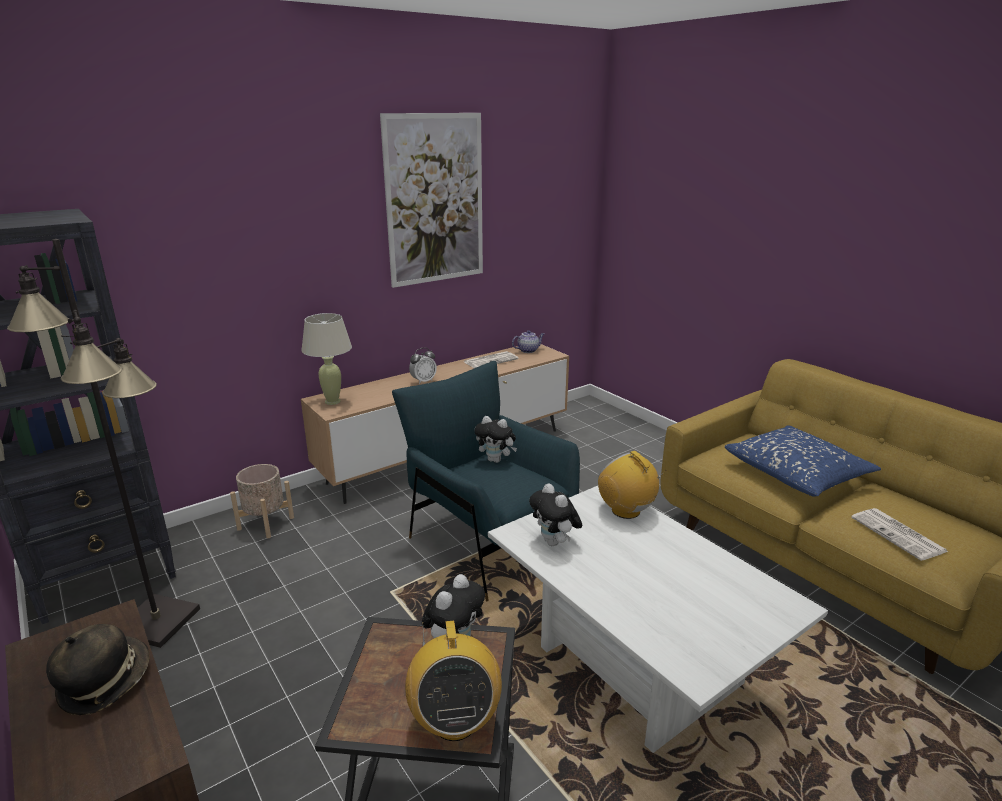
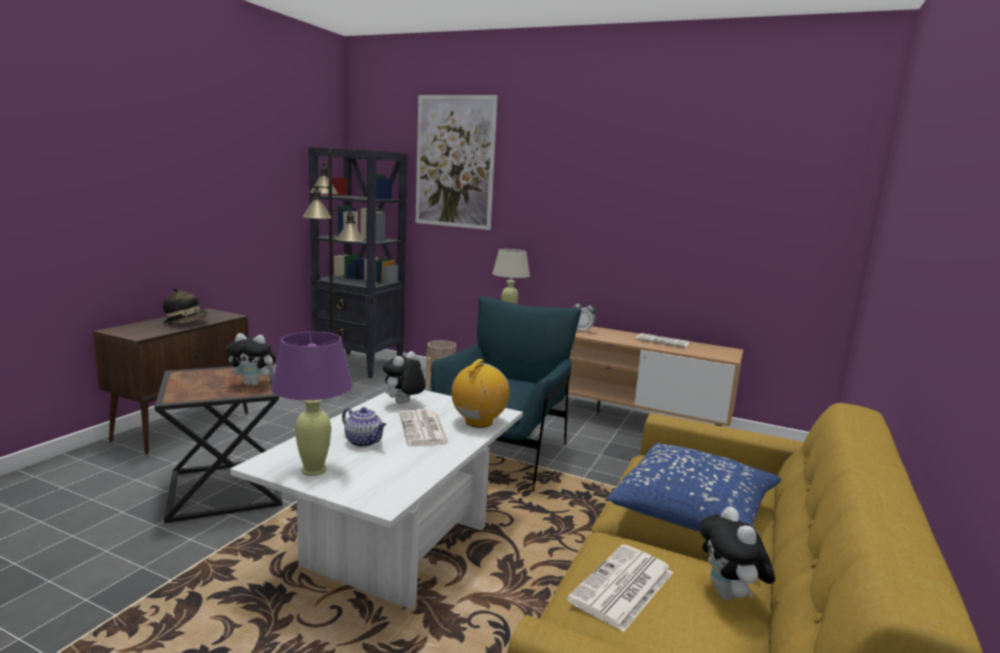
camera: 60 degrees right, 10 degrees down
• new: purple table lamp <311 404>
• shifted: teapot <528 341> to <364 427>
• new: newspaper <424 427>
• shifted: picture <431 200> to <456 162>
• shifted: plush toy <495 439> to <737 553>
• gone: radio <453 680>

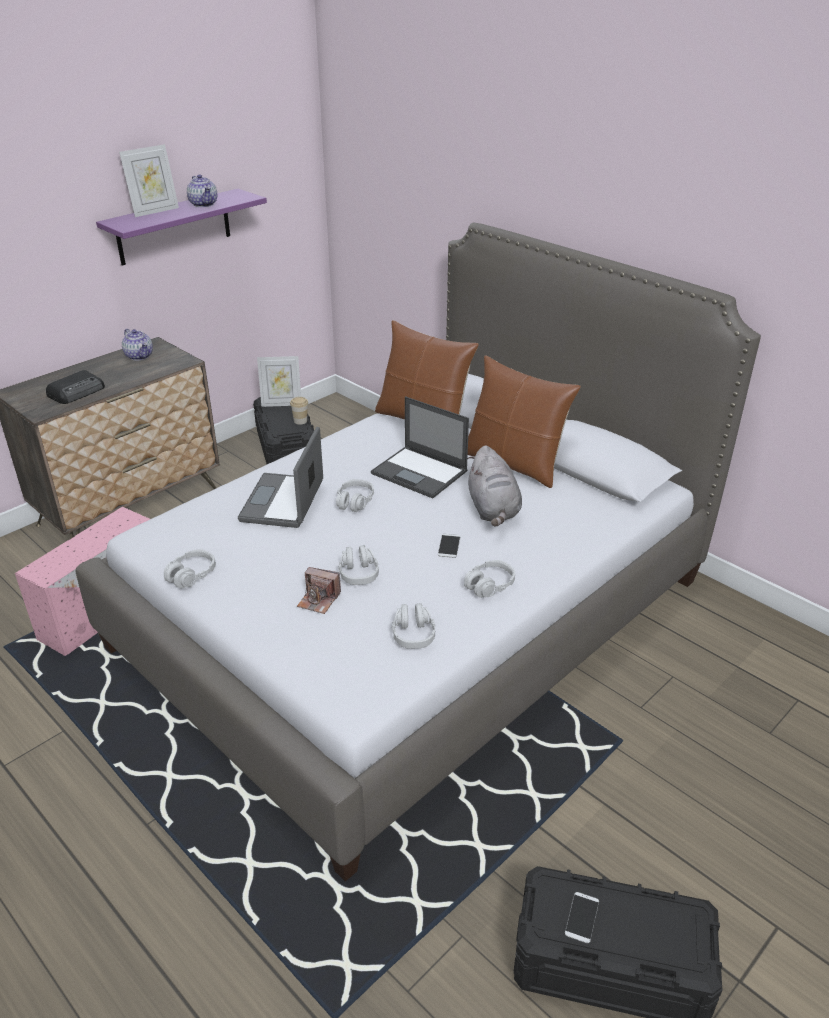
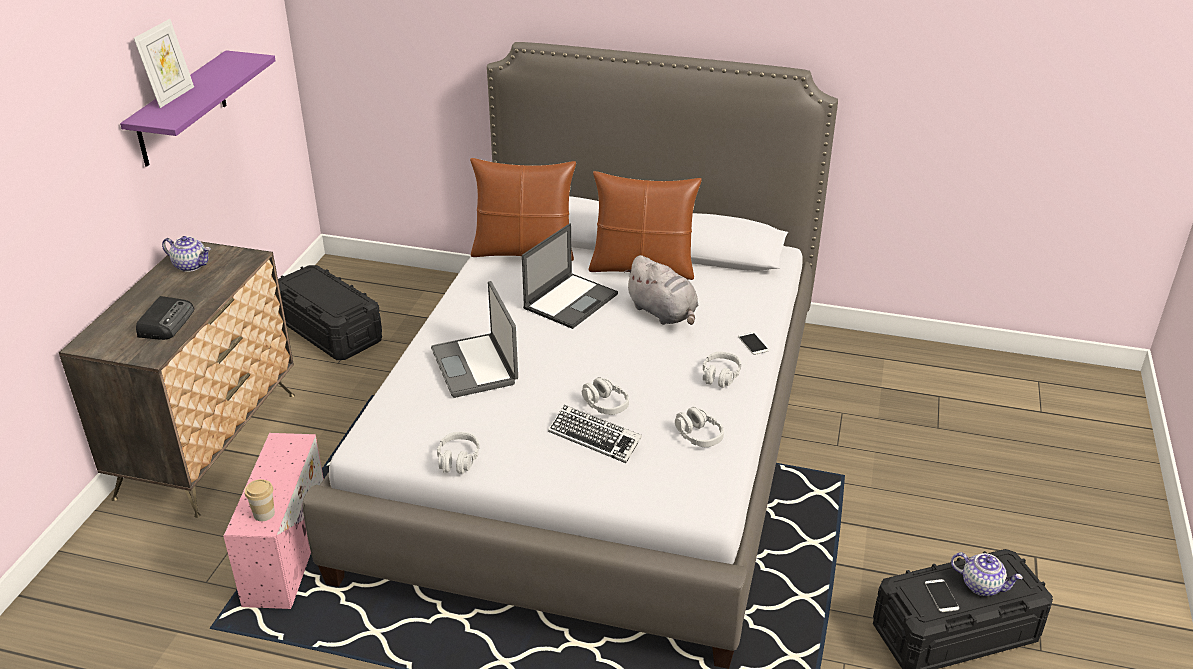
camera: 30 degrees left, 0 degrees up
• shifted: cup <299 411> to <260 500>
• rotated: laptop <420 447> = <570 276> 60 degrees counterclockwise
• swapped: photo camera <319 590> to keyboard <595 434>
• shifted: phone <449 546> to <753 343>
• shifted: teapot <202 190> to <987 574>
• gone: picture frame <279 381>
• gone: grey headphones <355 495>

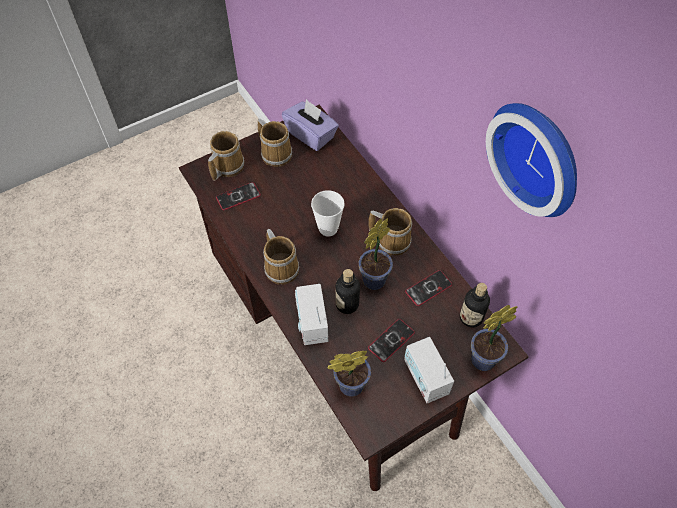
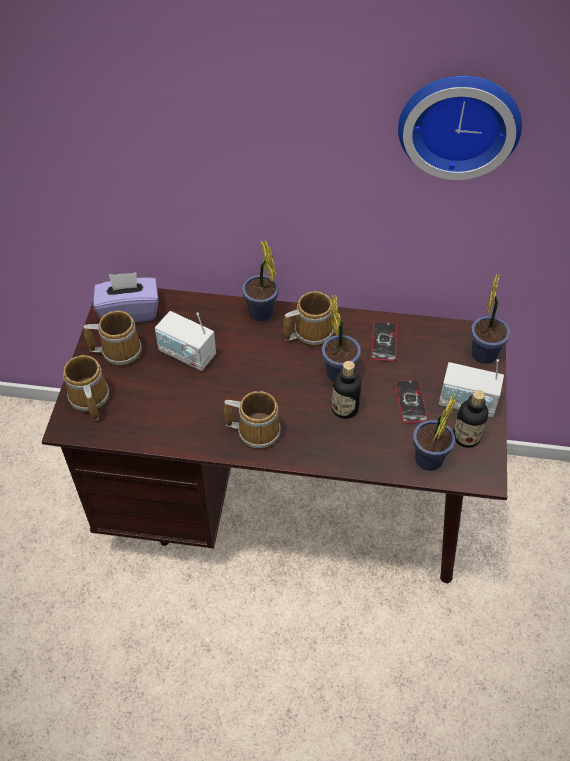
camera: 50 degrees left, 5 degrees down
• shifted: radio <311 314> to <185 341>
• new: potted plant <260 280>
• shifted: bottle <475 305> to <470 419>
• gone: phone <238 196>
• gone: cup <328 213>

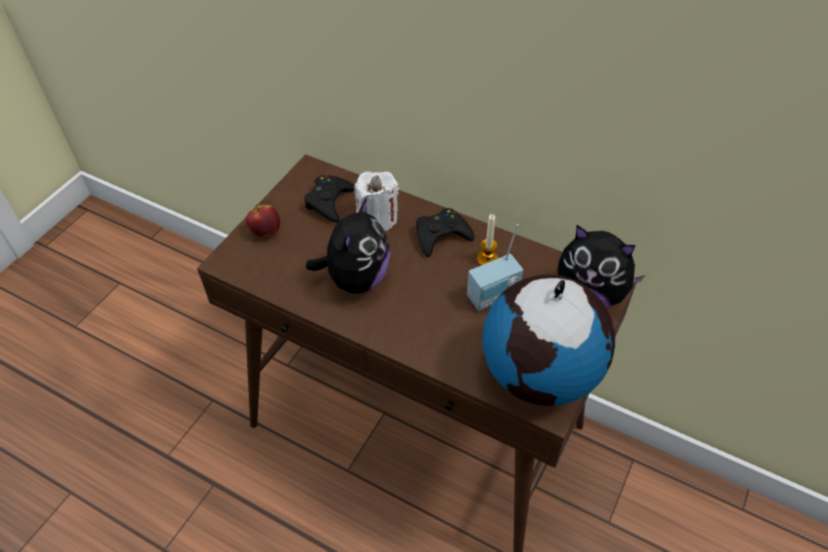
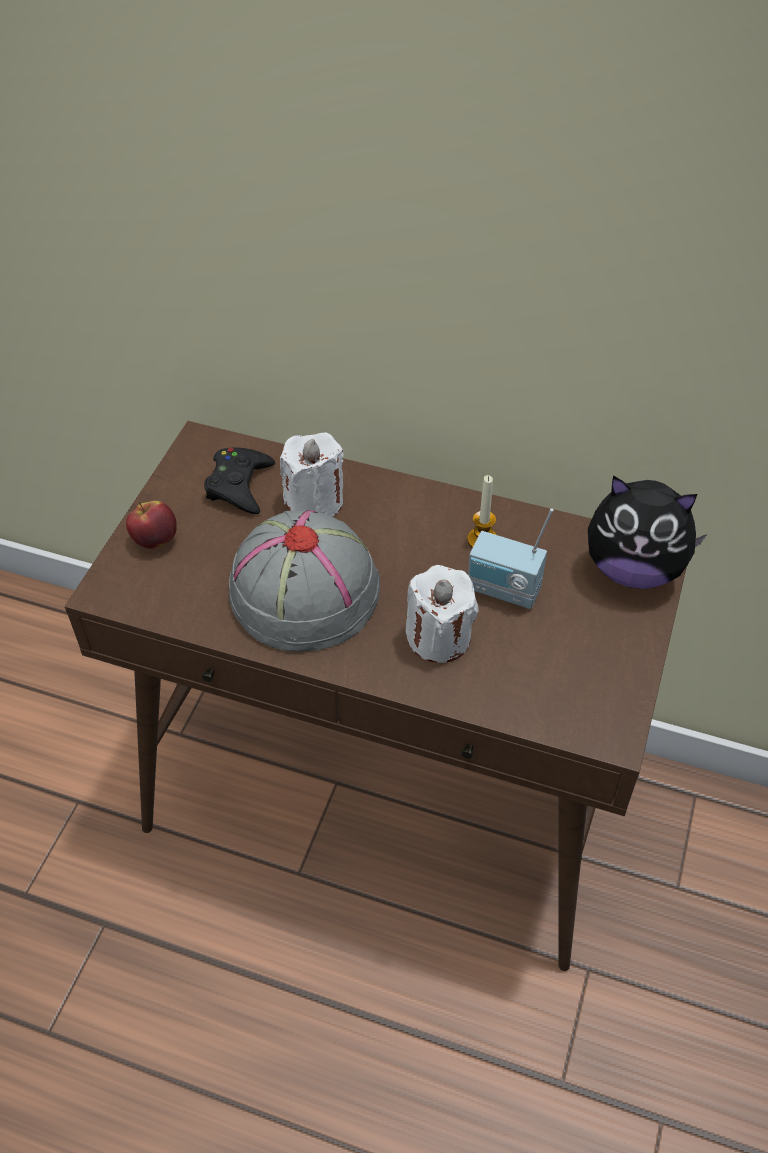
camera: 10 degrees left, 0 degrees up
• swapped: plush toy <348 245> to grey hat <304 581>
• new: white candle <442 614>
• rotated: radio <495 267> = <511 559> 60 degrees clockwise
• gone: black game controller <445 232>
• gone: globe <548 340>

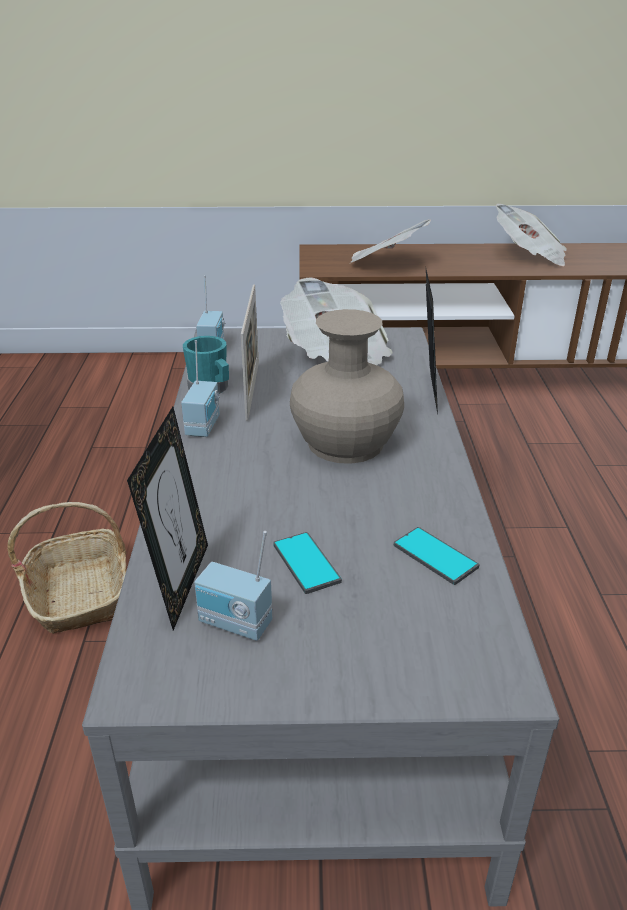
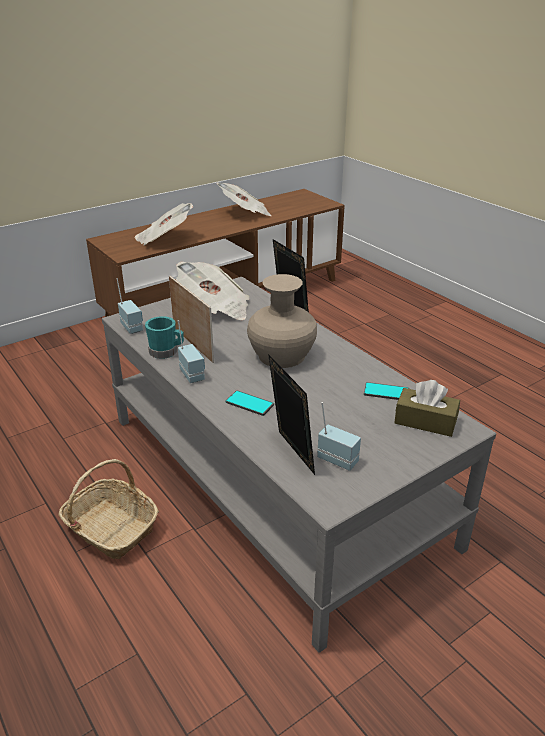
camera: 35 degrees left, 0 degrees up
• shifted: phone <307 563> to <249 403>
• rotated: radio <233 586> = <339 436> 135 degrees counterclockwise
• new: brown tissue box <427 408>

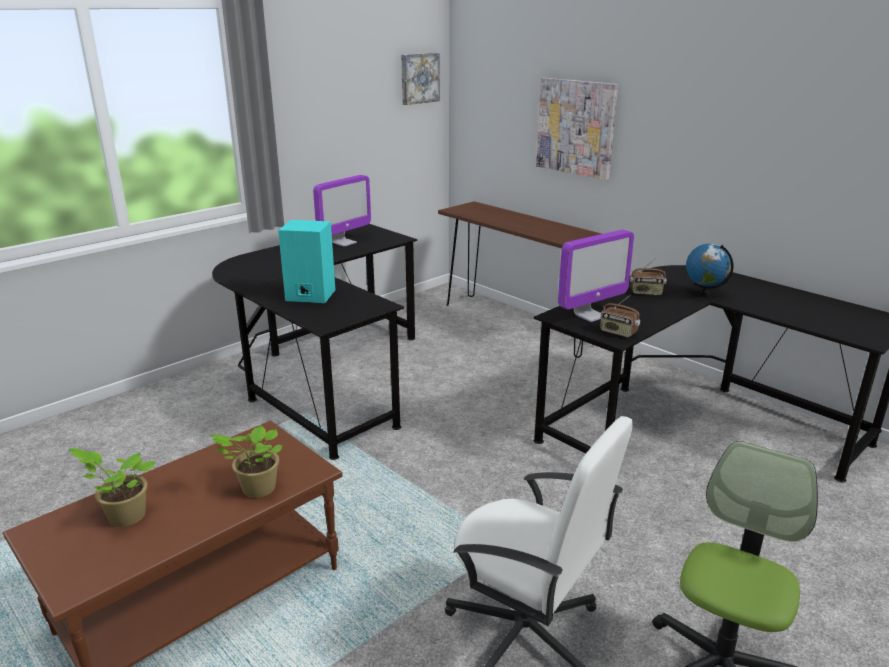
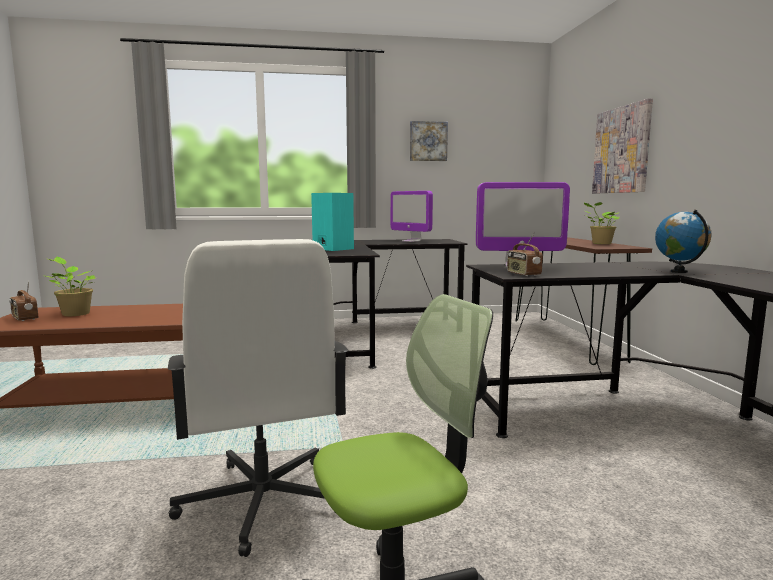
camera: 35 degrees right, 15 degrees down
• shifted: radio <648 276> to <23 300>
• rotated: monitor <342 211> = <411 216> 60 degrees clockwise
• shifted: picture <420 79> to <429 141>
• shifted: potted plant <246 461> to <601 223>

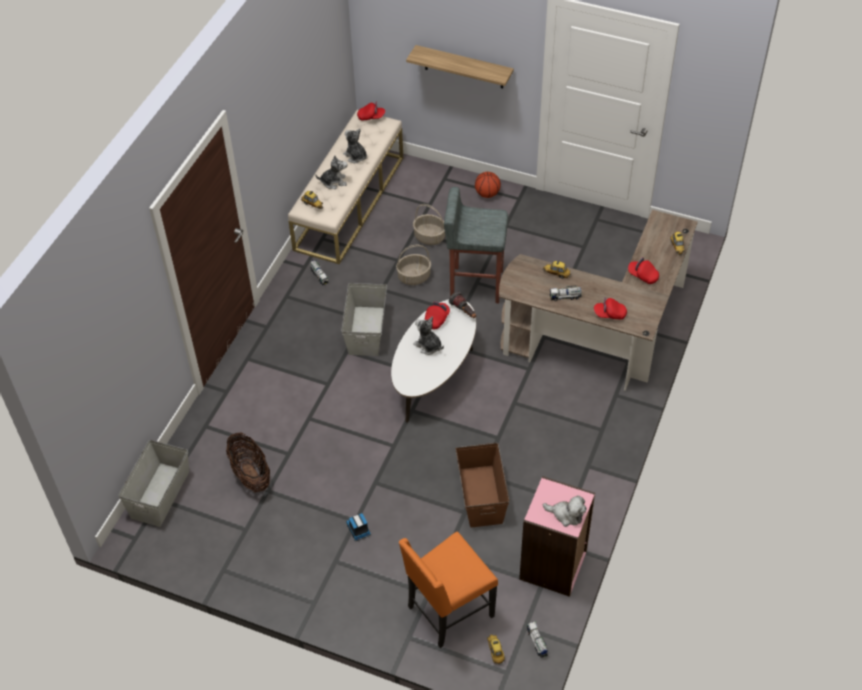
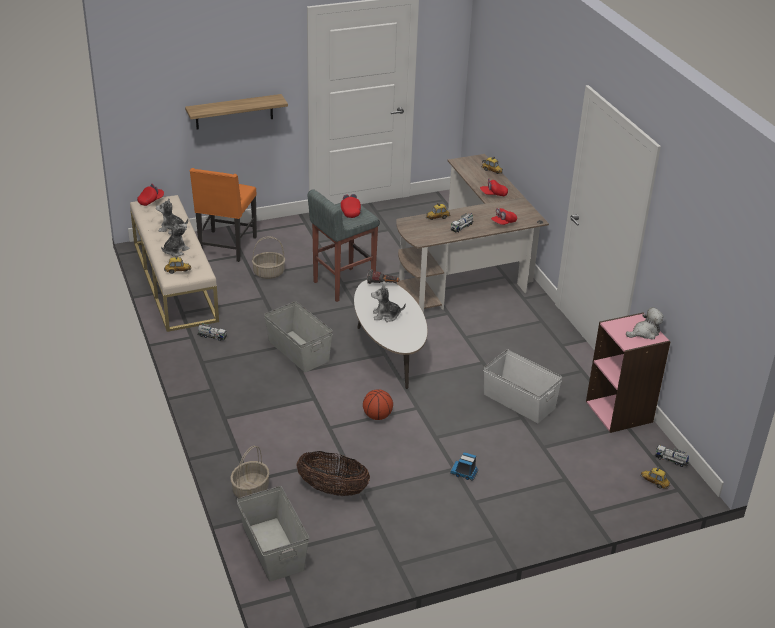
camera: 45 degrees left, 15 degrees down
• shifted: orange chair <448 590> to <223 215>
• shifted: basket <413 265> to <250 472>
• shifted: red cap <437 315> to <351 206>
• shifted: basketball <488 185> to <378 404>
• repainted: brown storage box <482 485> to white storage box <522 386>

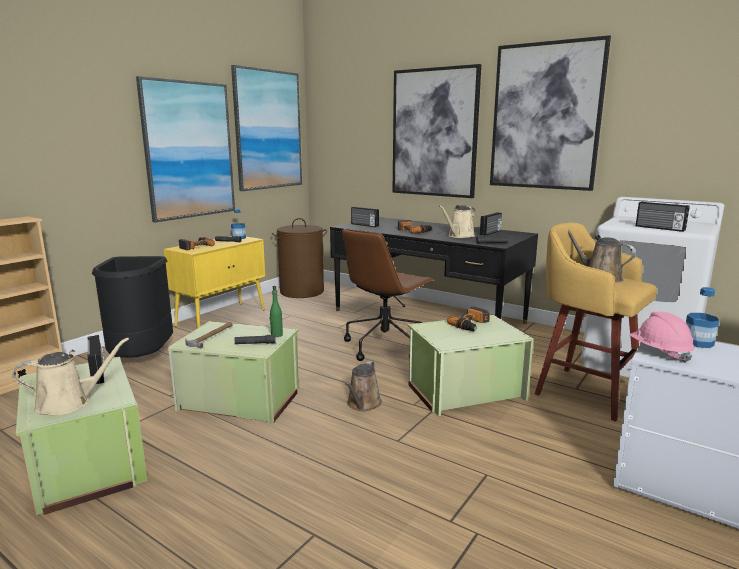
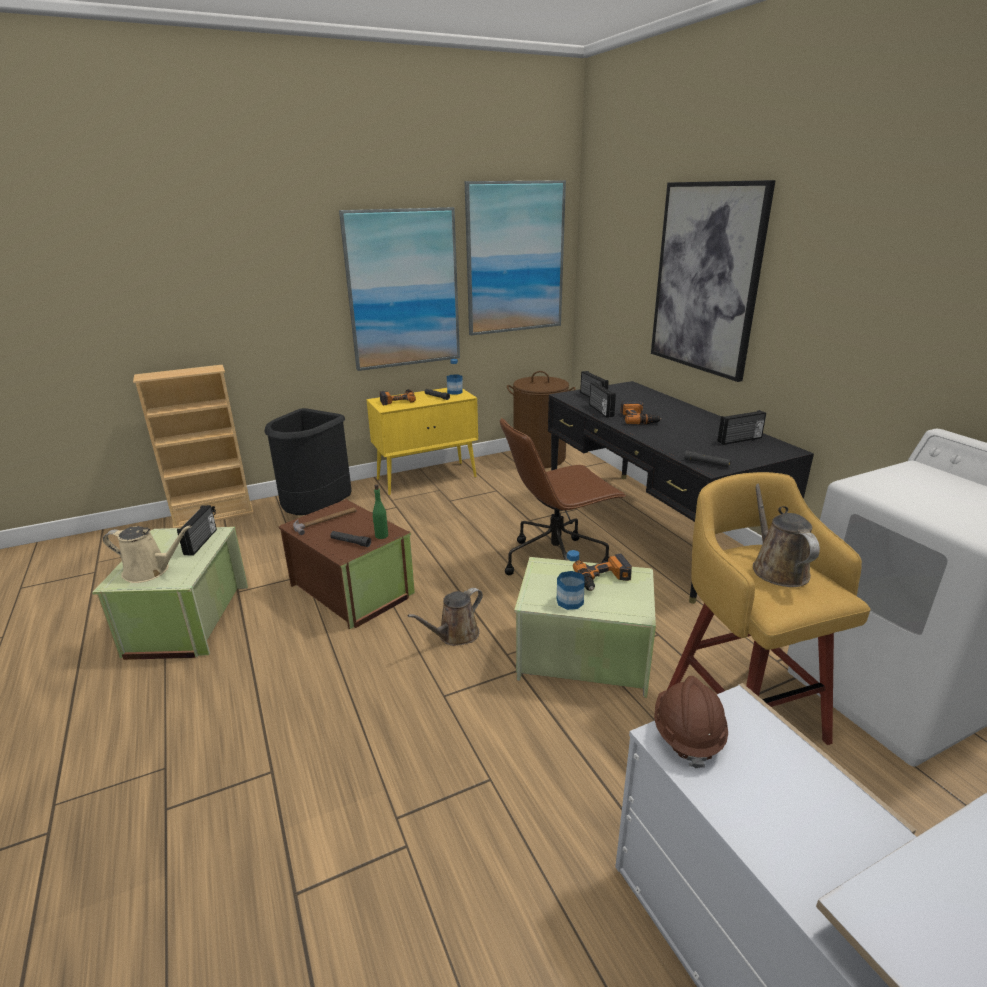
camera: 30 degrees right, 10 degrees up
• repainted: green storage box <233 372> to brown storage box <347 564>
• shifted: bottle <702 317> to <571 580>
• shifted: radio <663 217> to <602 400>
• repainted: pink hard hat <661 337> to brown hard hat <691 722>
• gone: beige watering can <457 221>
• gone: picture <550 113>

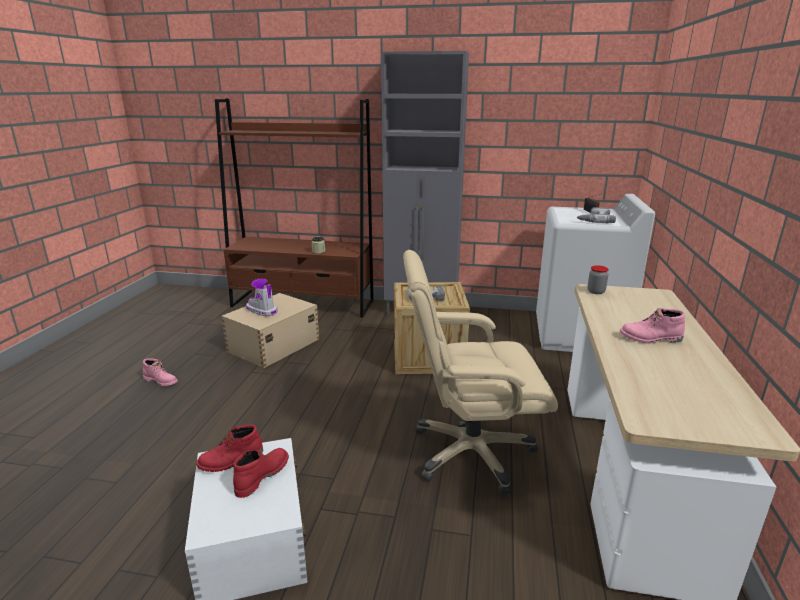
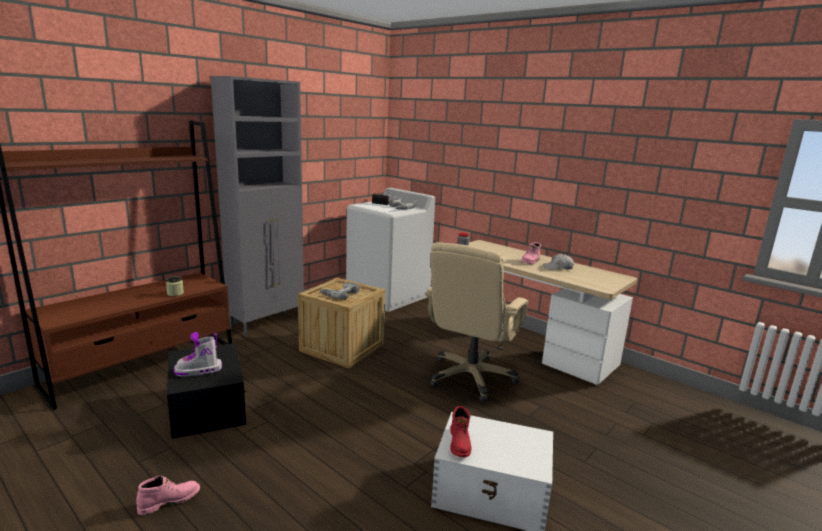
camera: 60 degrees left, 5 degrees down
• repainted: beige storage box <270 330> to black storage box <206 391>
• new: white cap <558 262>
• gone: red boot <261 473>

